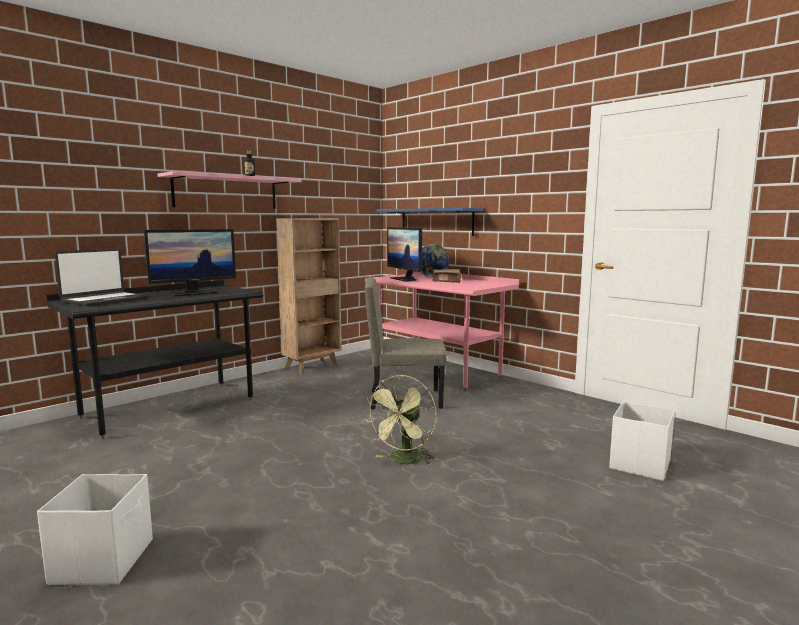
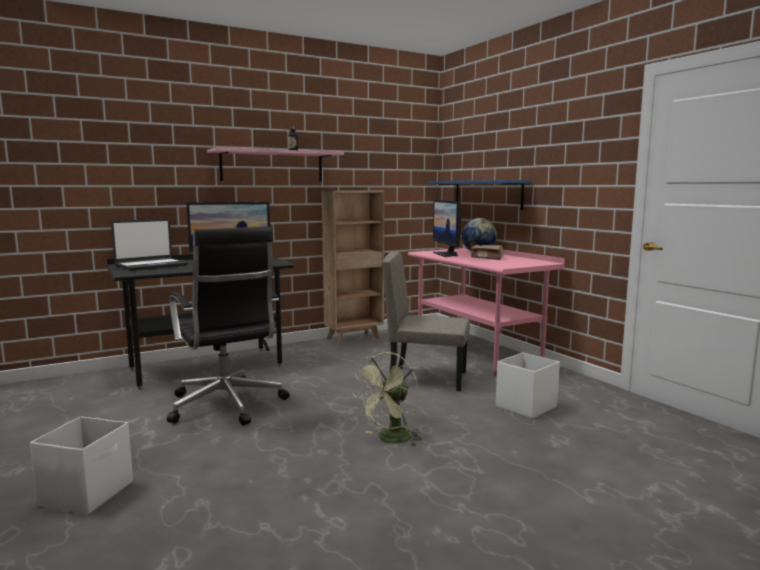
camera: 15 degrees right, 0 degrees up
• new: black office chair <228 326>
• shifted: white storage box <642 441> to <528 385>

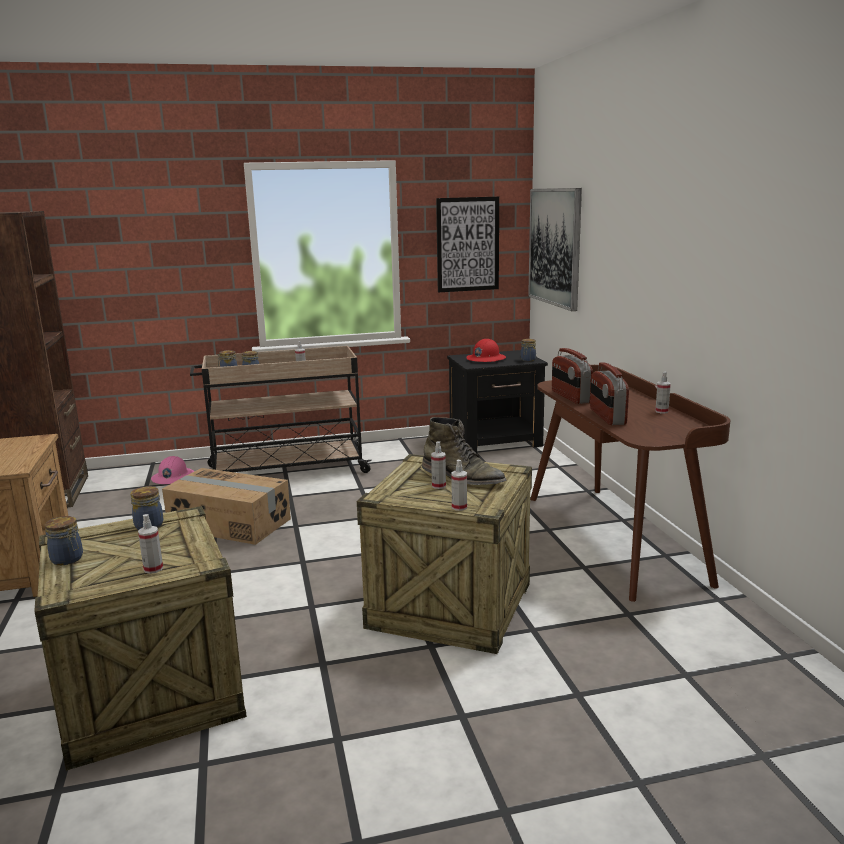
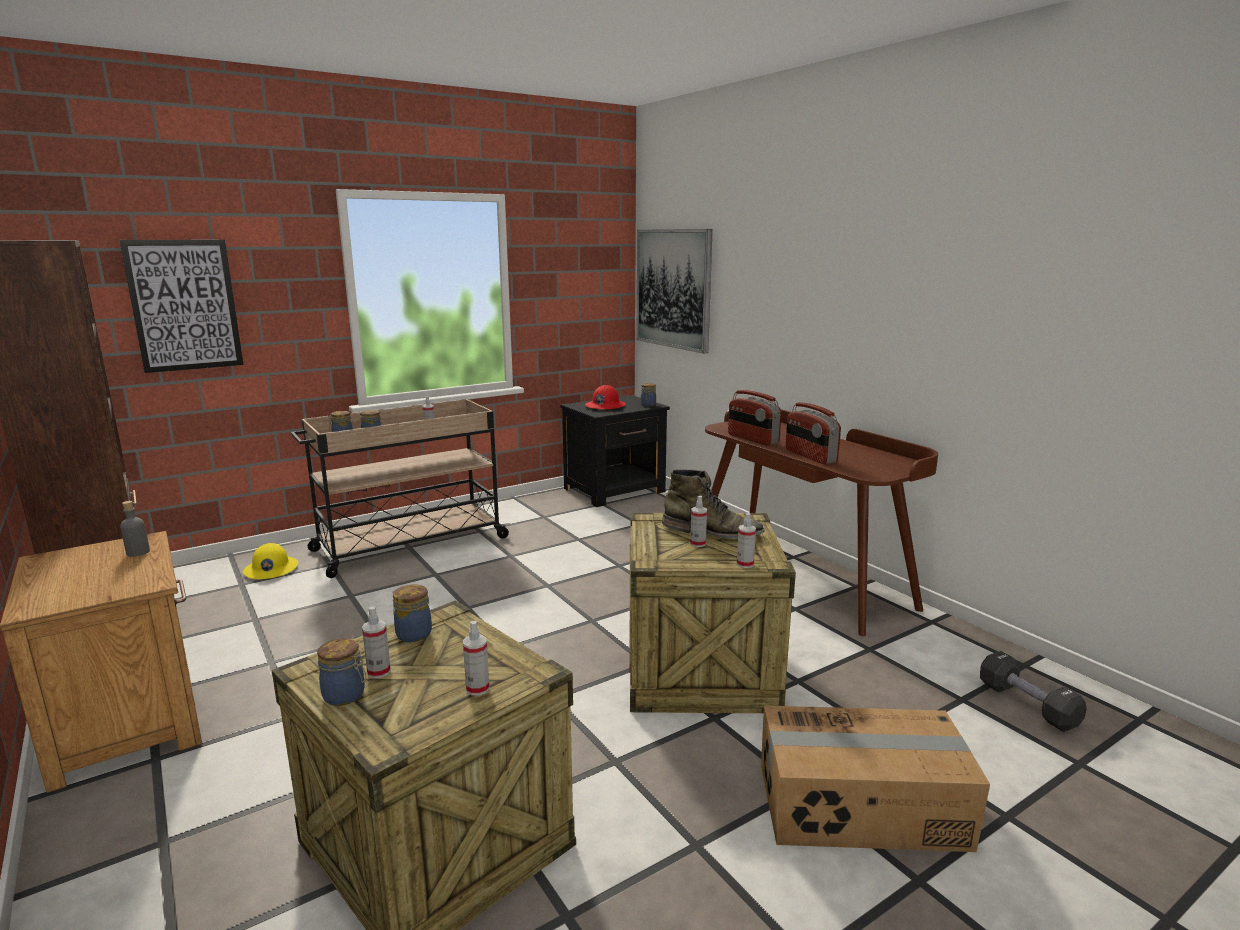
camera: 20 degrees left, 0 degrees up
• shifted: picture <467 245> to <182 306>
• new: grey bottle <135 529>
• repainted: pink hard hat <172 470> to yellow hard hat <270 561>
• shifted: spray bottle <663 392> to <376 642>
• shifted: cardboard box <226 506> to <875 778>
• new: black dumbbell <1033 691>

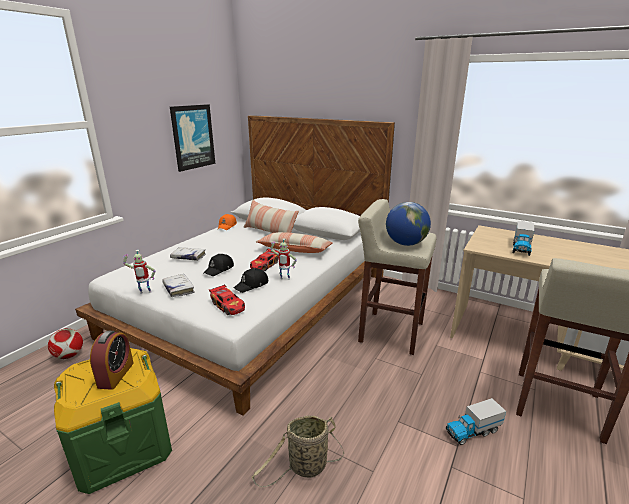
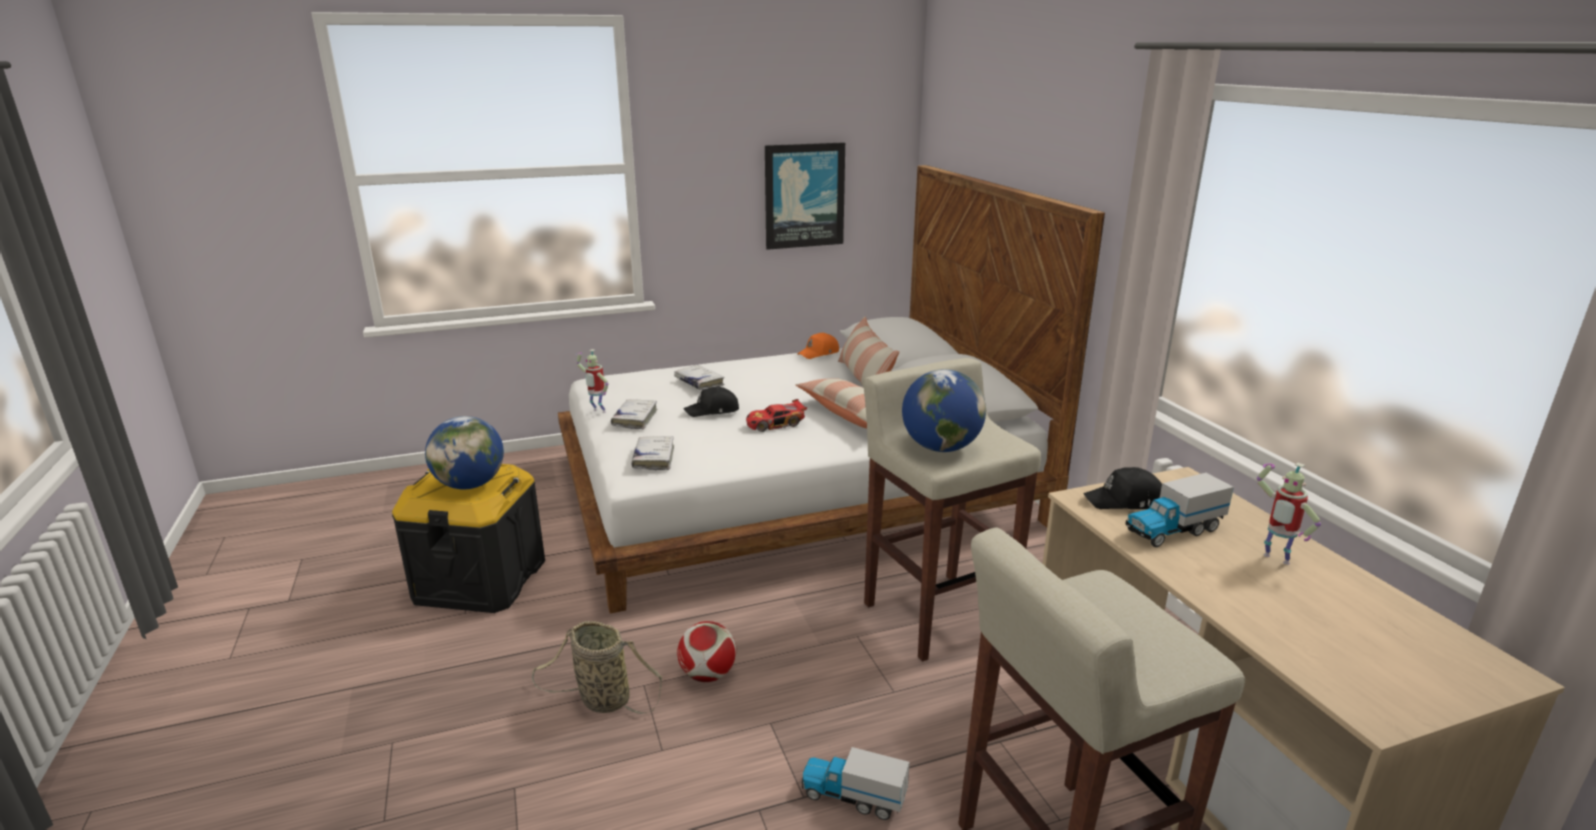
camera: 40 degrees right, 0 degrees up
• repainted: green storage box <113 421> to black storage box <468 538>
• swapped: alarm clock <112 360> to globe <464 452>
• swapped: toy car <227 299> to white book <652 453>
• shifted: football <65 343> to <707 651>
• shifted: black cap <251 280> to <1122 488>
• shifted: toy robot <283 259> to <1289 514>

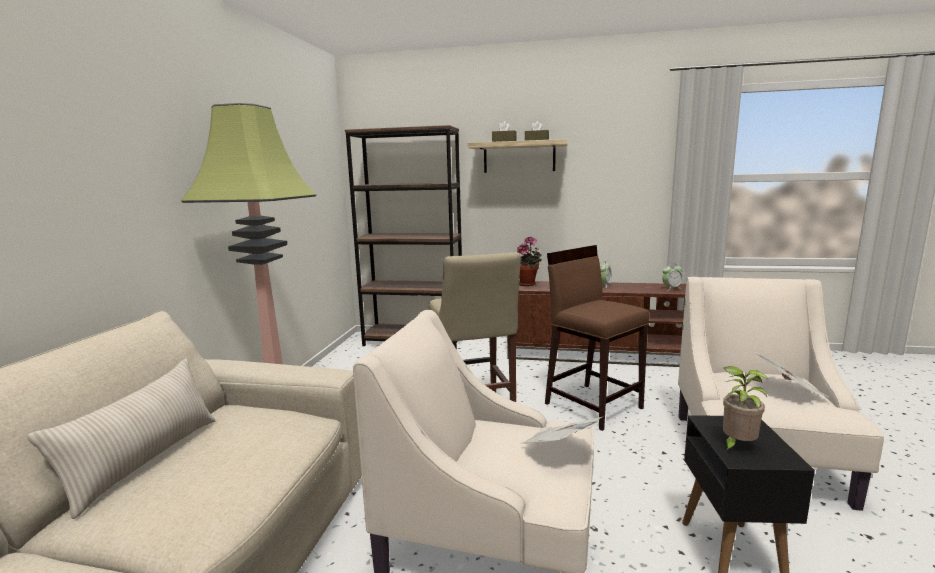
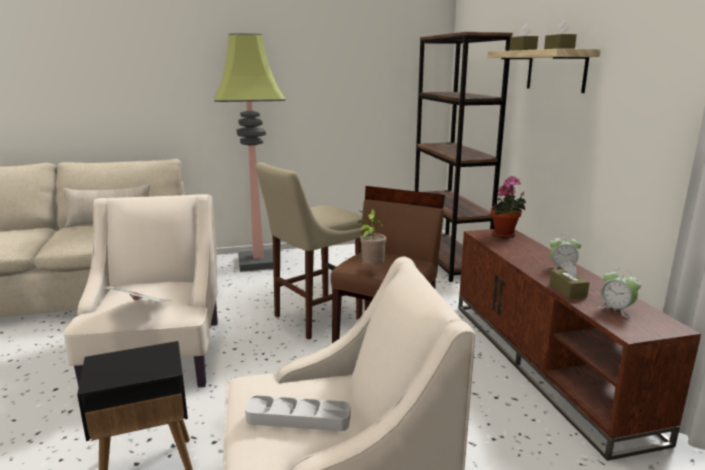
camera: 65 degrees right, 5 degrees up
• swapped: newspaper <793 376> to grey tray <297 413>
• shifted: potted plant <745 409> to <372 237>
• new: brown tissue box <569 280>

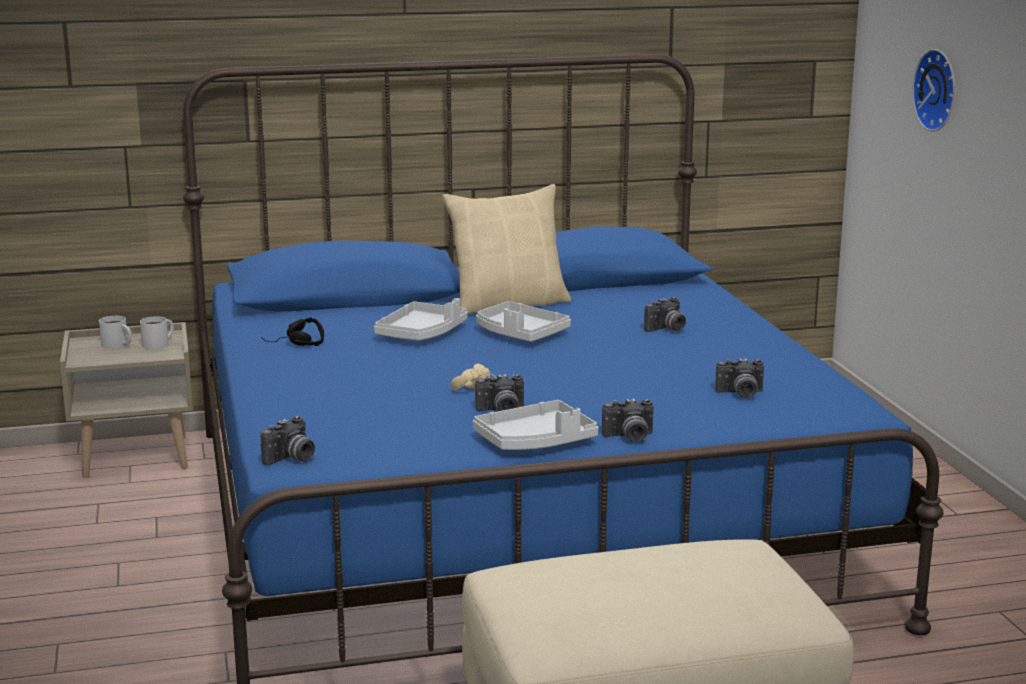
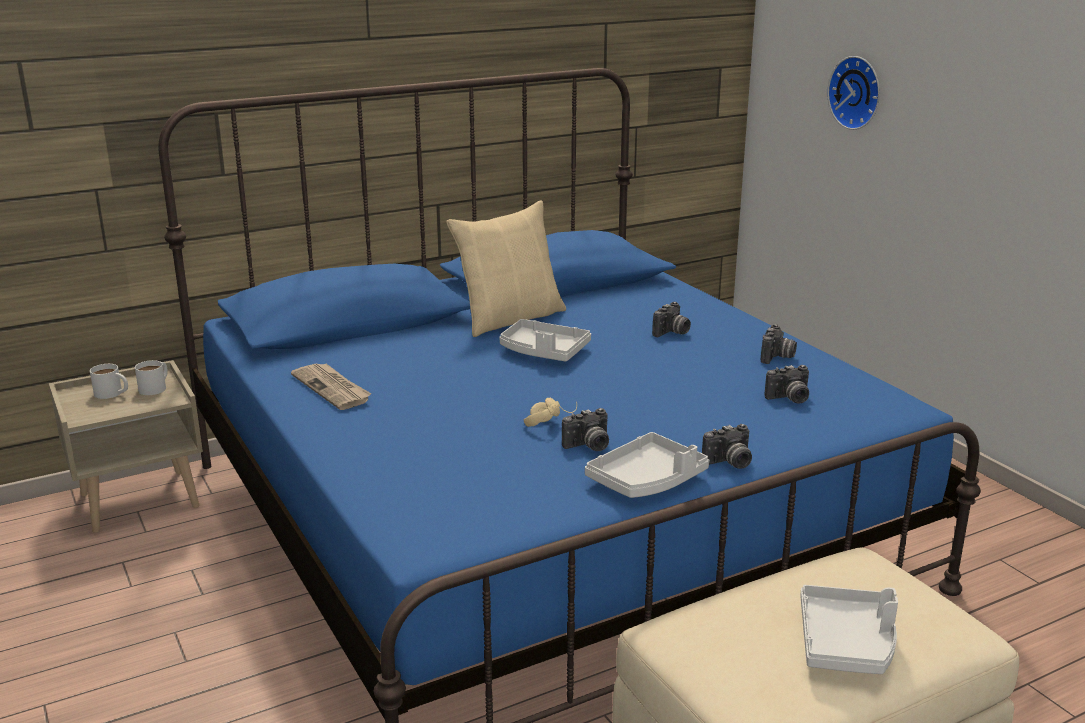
camera: 15 degrees left, 5 degrees up
• swapped: black headphones <292 331> to newspaper <331 387>
• shifted: photo camera <287 440> to <779 344>
• shifted: grey tray <421 319> to <849 629>

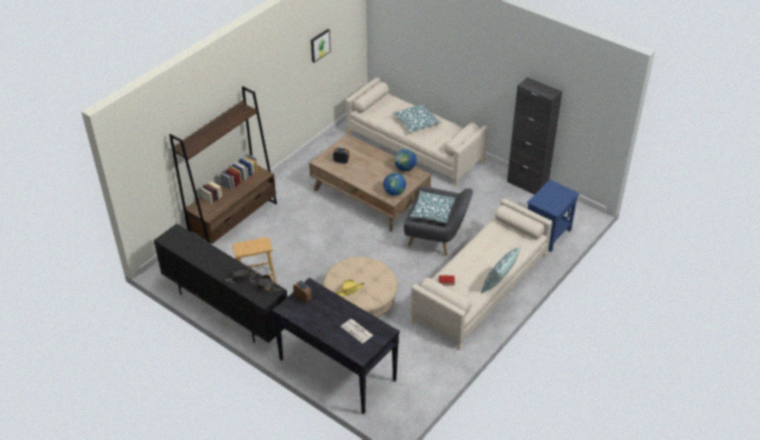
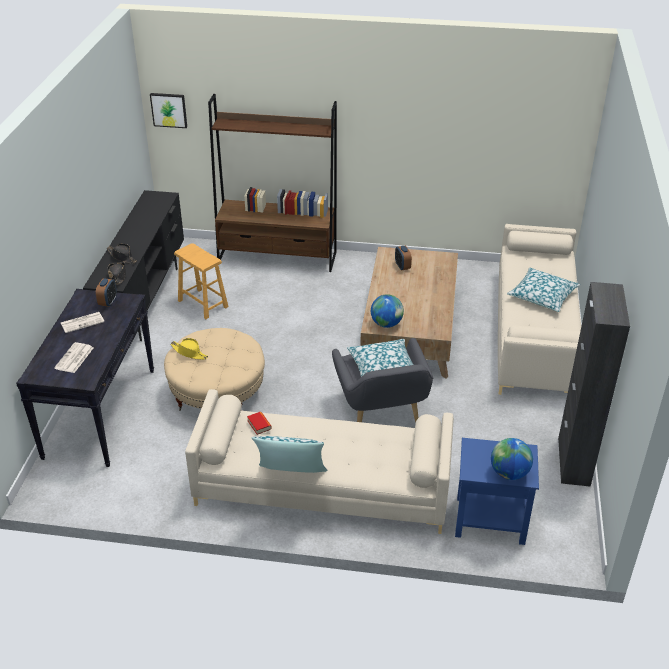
camera: 60 degrees right, 5 degrees down
• new: newspaper <82 322>
• shifted: picture <321 46> to <168 110>
• shifted: globe <405 160> to <512 459>

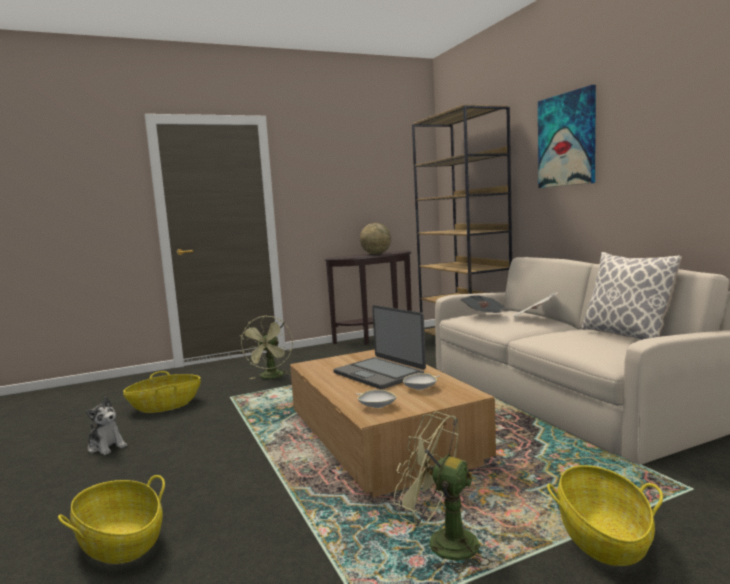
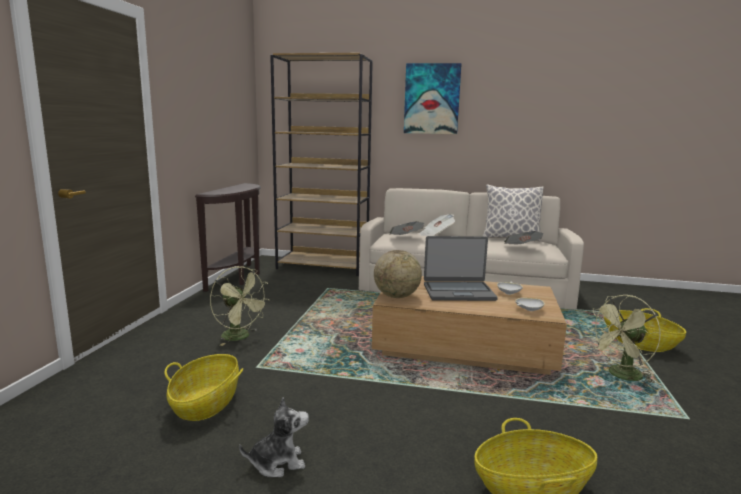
camera: 55 degrees left, 5 degrees up
• shifted: globe <375 239> to <398 274>
• new: newspaper <523 238>

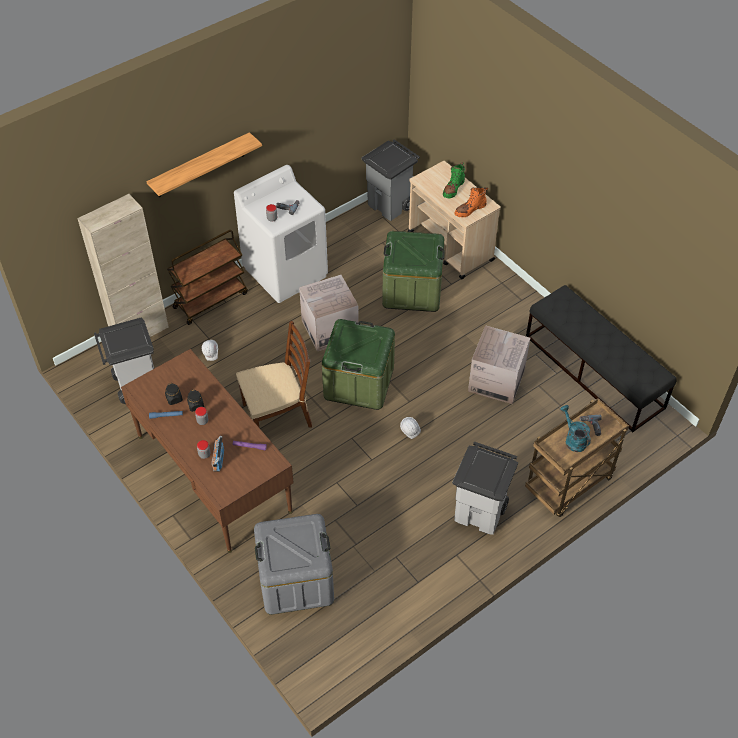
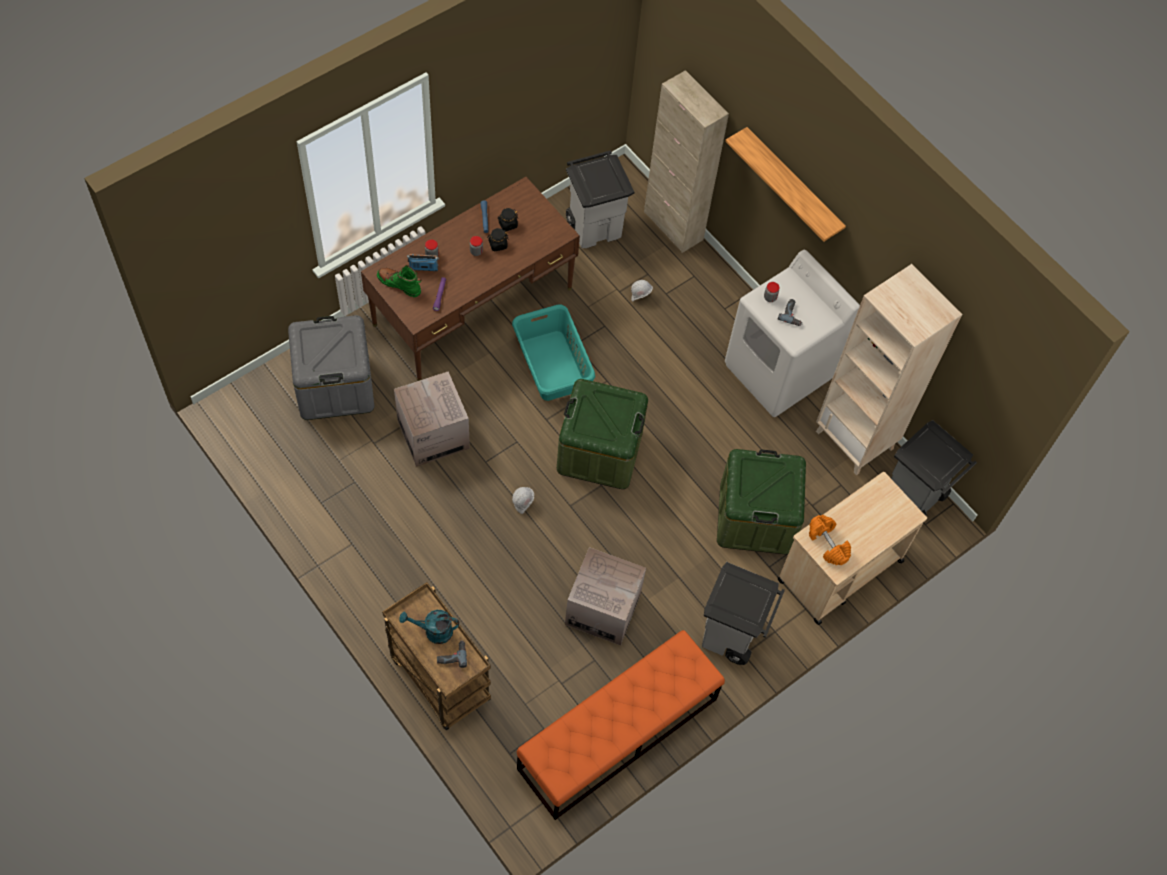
camera: 85 degrees right, 10 degrees up
• shifted: green boot <454 180> to <399 281>
• shifted: cardboard box <329 313> to <432 419>
• rotated: turquoise watering can <575 428> = <429 627> 150 degrees counterclockwise
• swapped: brown chair <274 374> to turquoise laundry basket <553 352>
• repainted: black bench <601 358> to orange bench <621 725>
• shifted: grey trash can <485 488> to <743 613>
• swapped: orange boot <471 202> to orange dumbbell <830 540>
• new: beige bookcase <889 369>
• gone: brown cart <207 277>

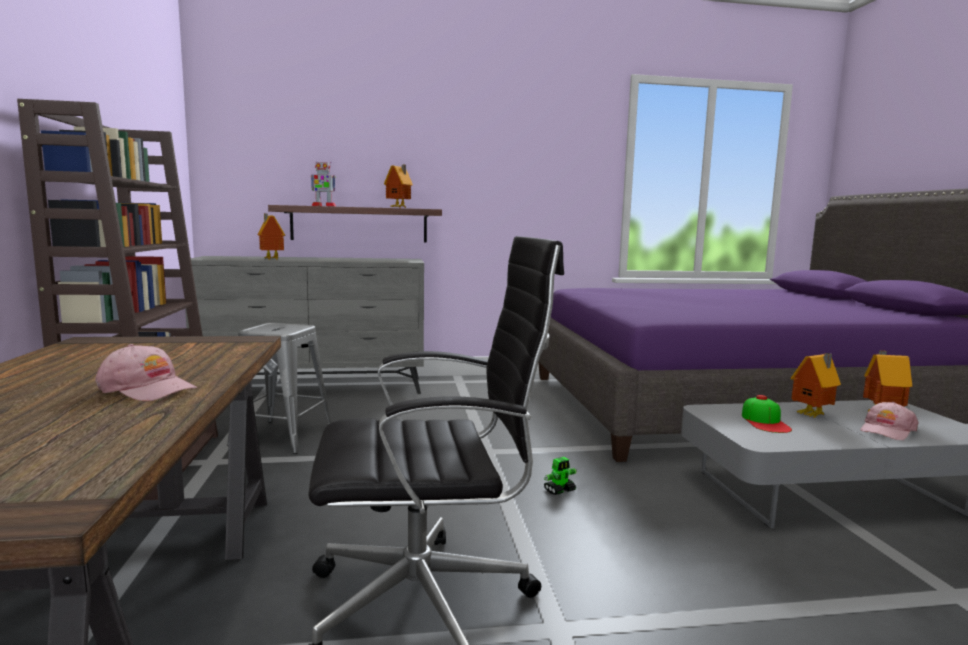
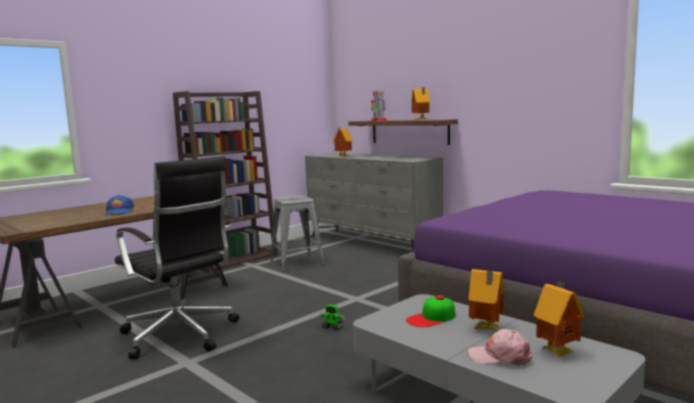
camera: 55 degrees right, 0 degrees up
• repainted: pink cap <146 372> to blue cap <119 205>

